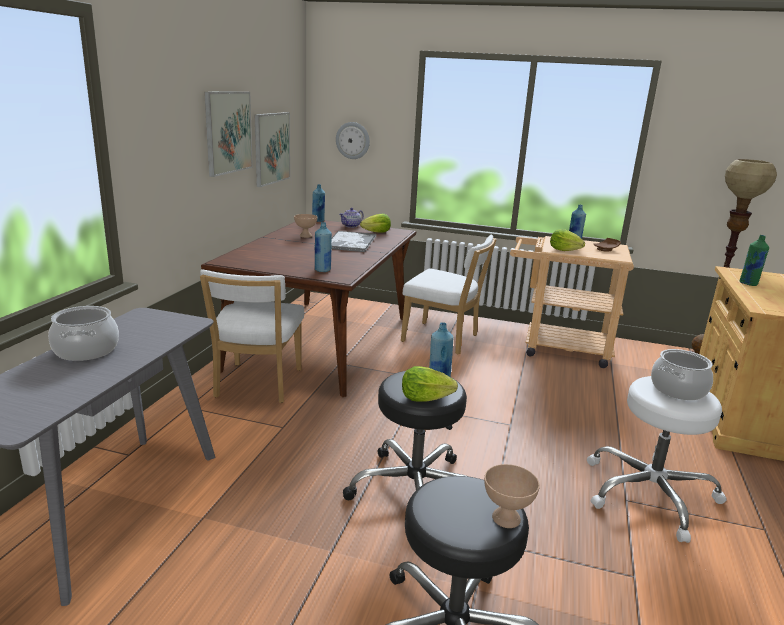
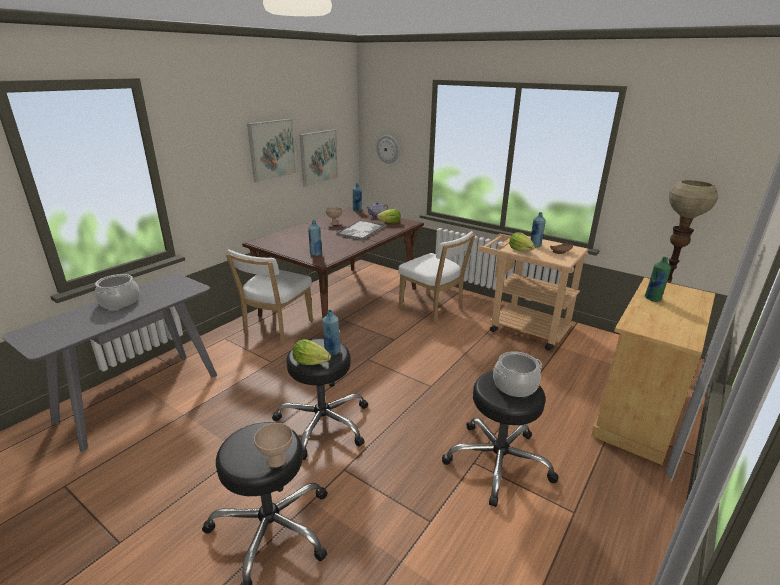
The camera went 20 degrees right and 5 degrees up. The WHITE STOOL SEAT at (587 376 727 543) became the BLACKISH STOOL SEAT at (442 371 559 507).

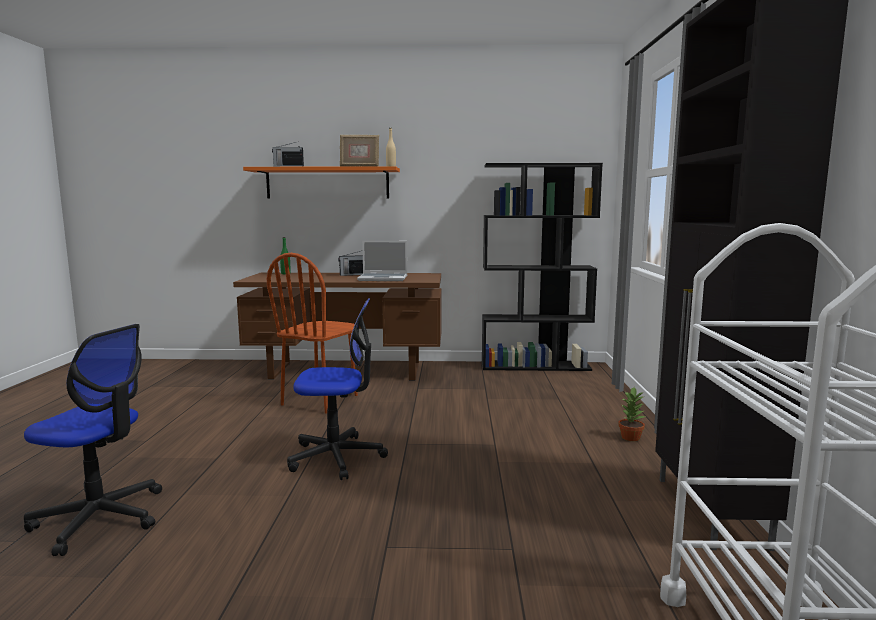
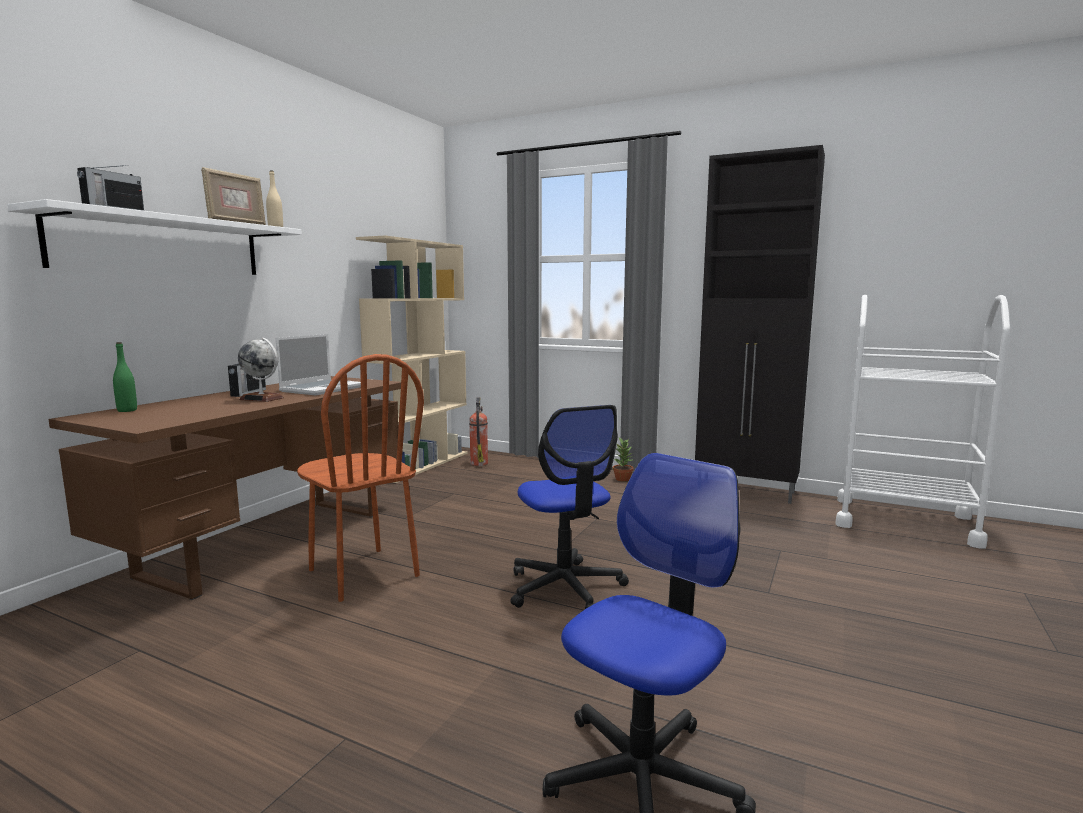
The camera went 65 degrees left and 0 degrees up. The ORANGE WALL SHELF at (243 166 400 199) became the WHITE WALL SHELF at (7 199 302 275). The OFFICE CHAIR at (287 298 388 480) turned 135 degrees clockwise. The BLACKISH BOOKSHELF at (482 163 603 371) became the SAND-COLOURED BOOKSHELF at (356 236 468 483). The WORLD GLOBE at (238 338 284 402) appeared. The EXTINGUISHER at (469 397 488 466) appeared.

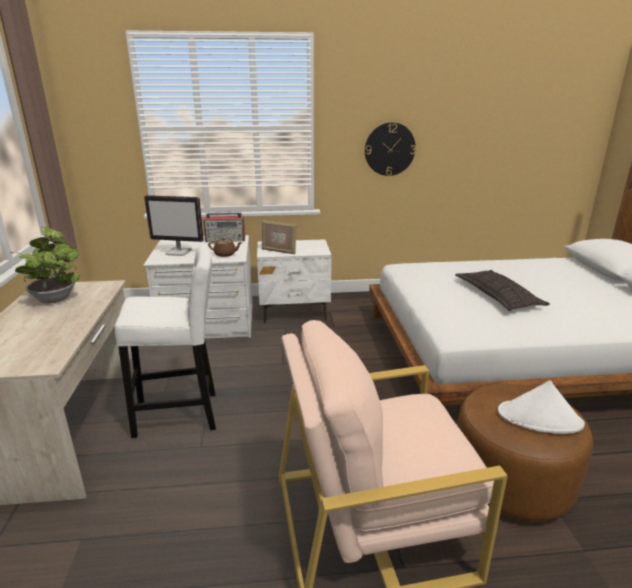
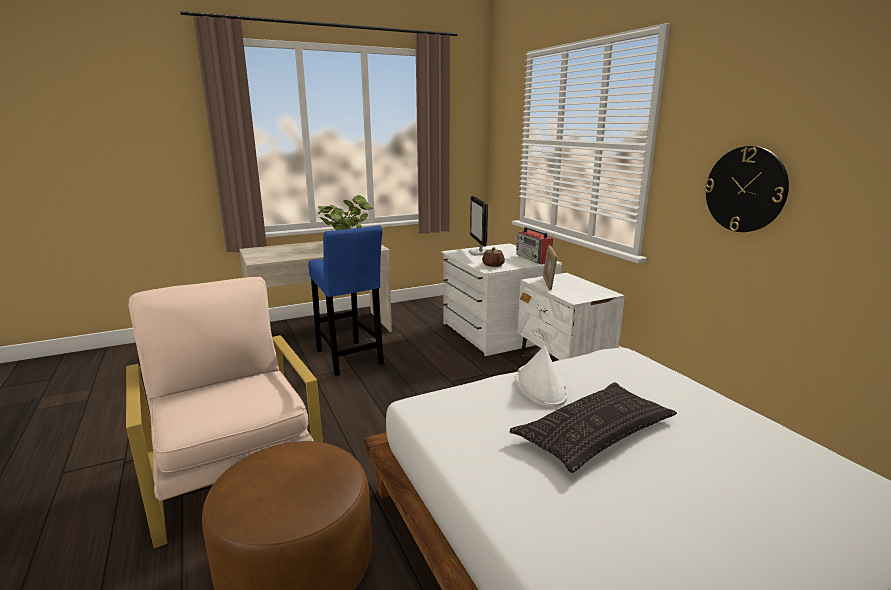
The camera went 70 degrees right and 5 degrees down. The WHITE STOOL SEAT at (115 243 216 438) became the BLUE STOOL SEAT at (308 226 384 376). The WHITE WEARABLE HAT moved from (498 380 585 434) to (516 346 567 407).

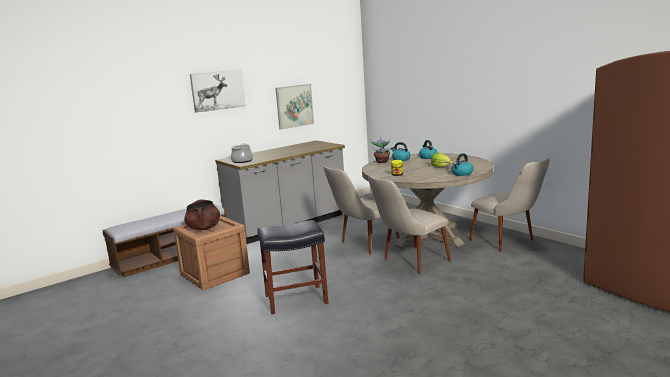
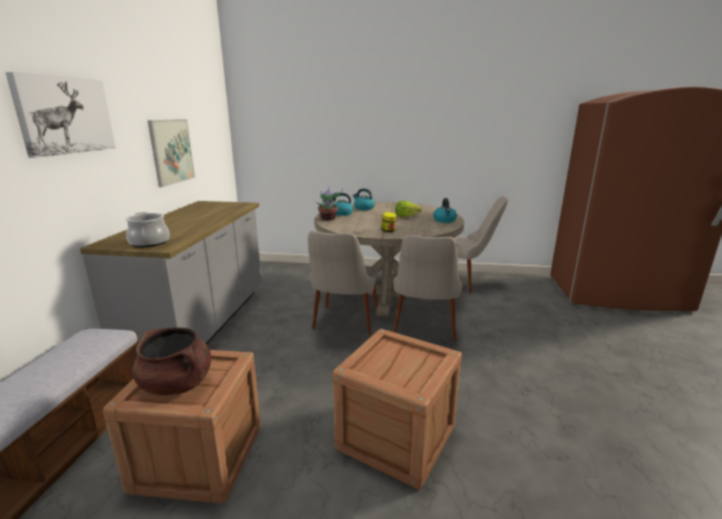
The camera went 45 degrees left and 5 degrees up. The BLACKISH STOOL SEAT at (257 220 328 314) was replaced by the SHIPPING CRATE at (333 329 462 490).

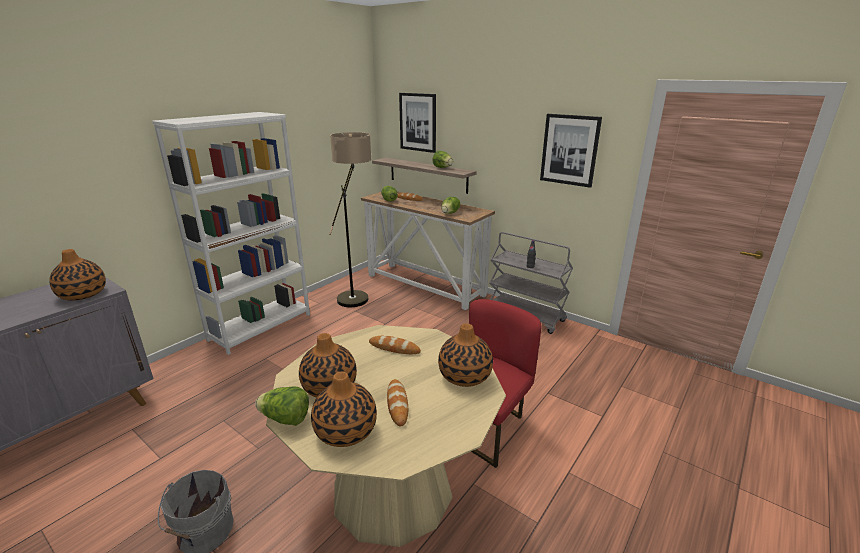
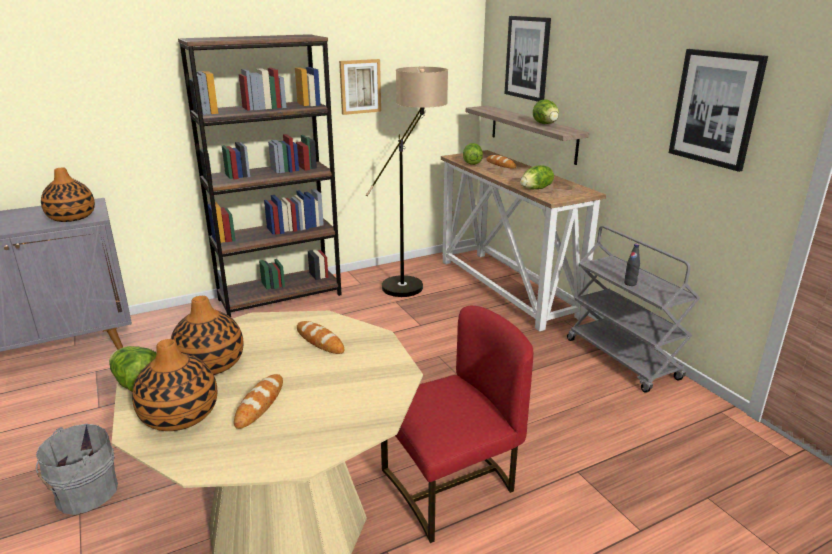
The camera went 25 degrees right and 0 degrees up. The WHITE BOOKSHELF at (152 112 310 355) became the BROWNISH BOOKSHELF at (178 34 342 317). The DECORATIVE VASE at (438 323 493 387) disappeared. The WALL PICTURE at (339 59 381 115) appeared.

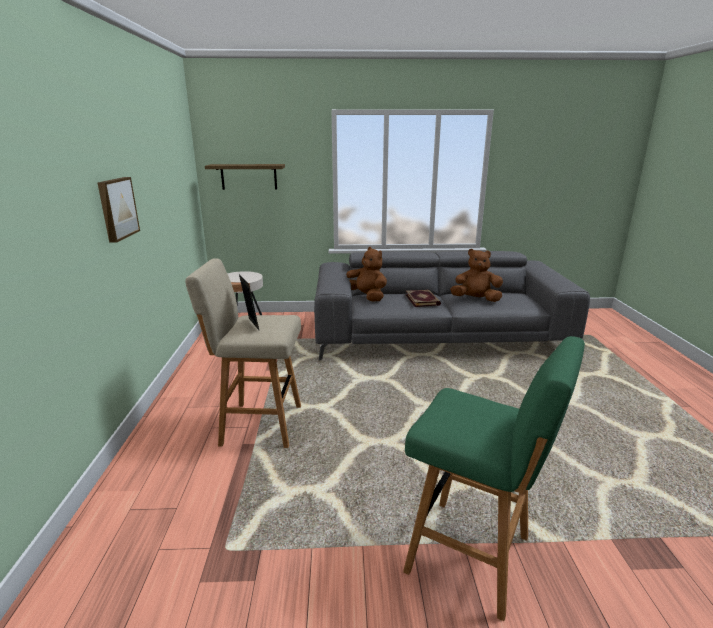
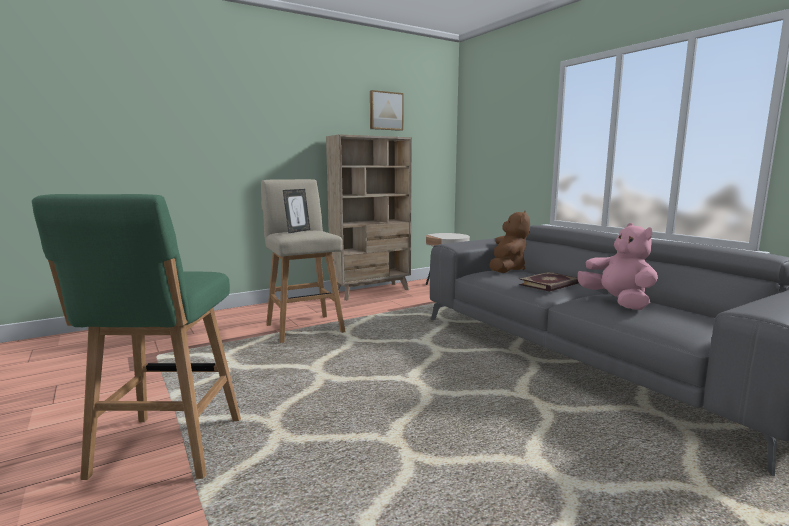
The camera went 60 degrees right and 10 degrees down. The WALL PICTURE moved from (98 177 140 243) to (370 90 403 131). The WALL SHELF at (205 164 285 190) disappeared. The BROWNISH PLUSH TOY at (450 249 503 302) became the PINKISH PLUSH TOY at (578 223 658 310). The SAND-COLOURED BOOKSHELF at (326 134 412 300) appeared.

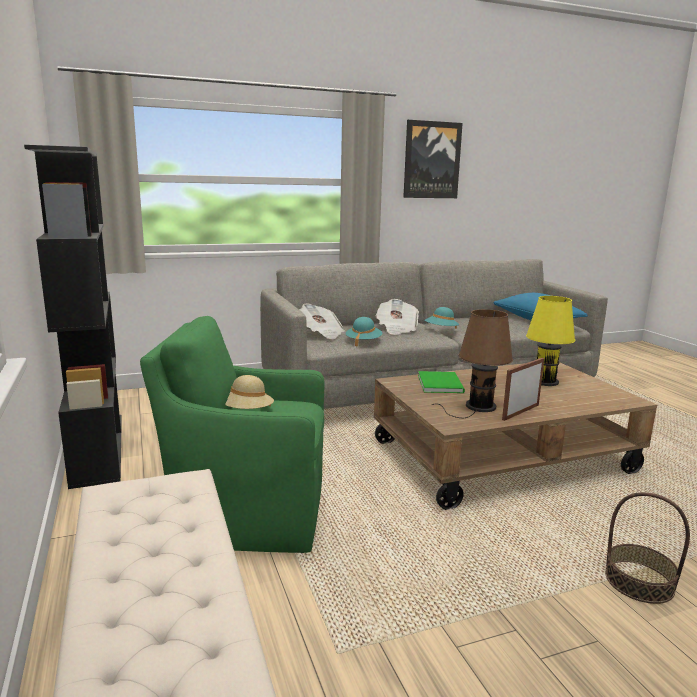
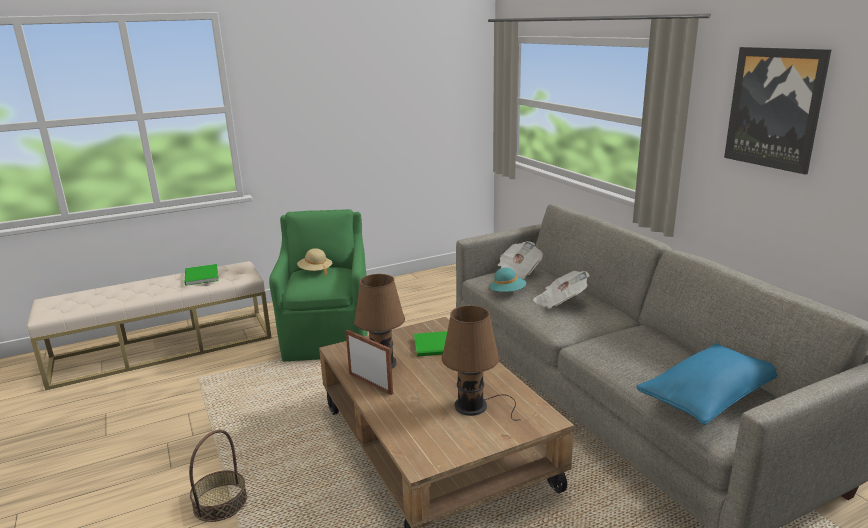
The camera went 85 degrees right and 5 degrees up. The BLACKISH BOOKSHELF at (24 145 122 489) disappeared. The TURQUOISE WEARABLE HAT at (425 307 459 329) disappeared. The YELLOW TABLETOP LAMP at (526 296 575 386) became the BROWNISH TABLETOP LAMP at (441 305 520 421). The GREENISH BOOK at (184 264 219 286) appeared.

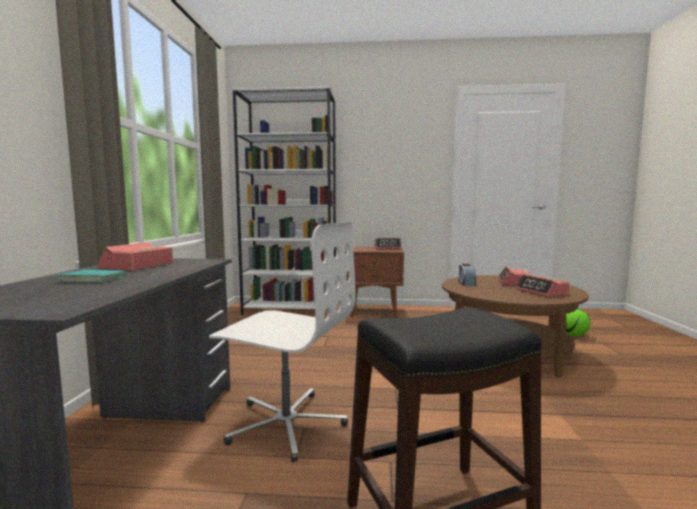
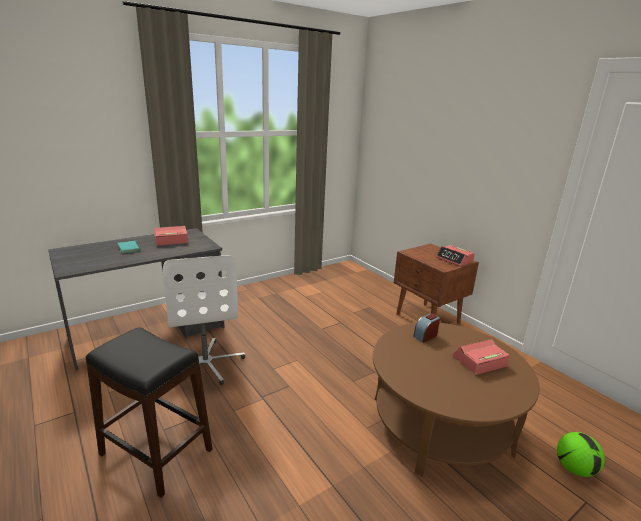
The camera went 50 degrees right and 15 degrees up. The WHITE BOOKSHELF at (233 86 336 315) disappeared. The TABLE CLOCK at (516 275 570 297) disappeared.

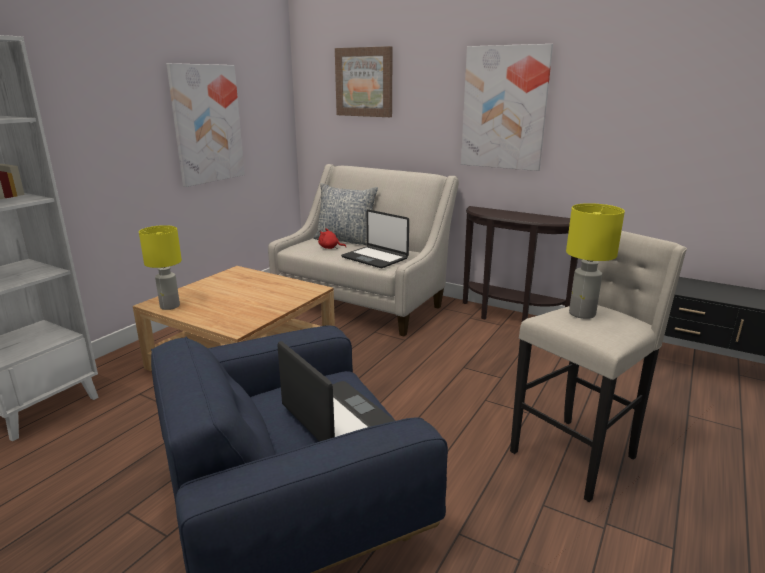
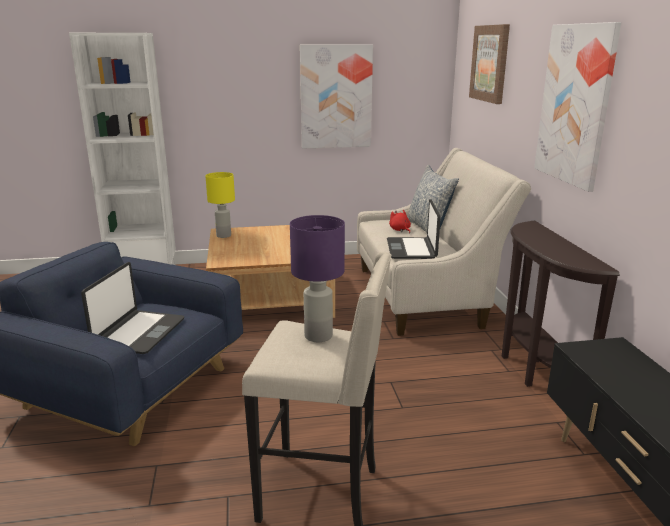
The camera went 50 degrees right and 0 degrees up. The YELLOW TABLETOP LAMP at (566 203 625 319) became the PURPLE TABLETOP LAMP at (290 215 345 342).

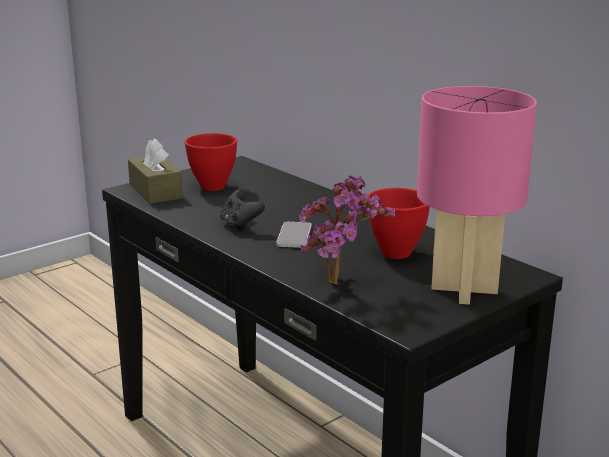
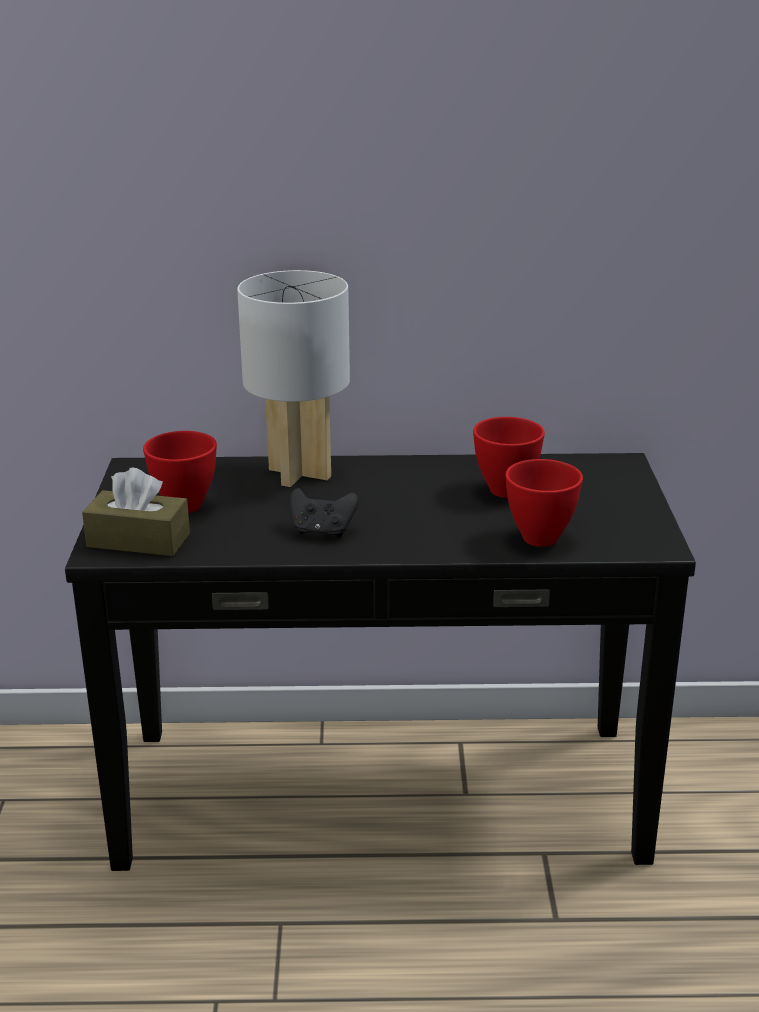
The camera went 50 degrees left and 5 degrees up. The HANDSET at (276 222 311 248) disappeared. The HOUSEPLANT at (299 176 395 284) was replaced by the REDDISH SERVING BOWL at (505 459 583 547). The PINKISH TABLETOP LAMP at (417 86 537 305) disappeared. The WHITE TABLETOP LAMP at (237 270 350 487) appeared.

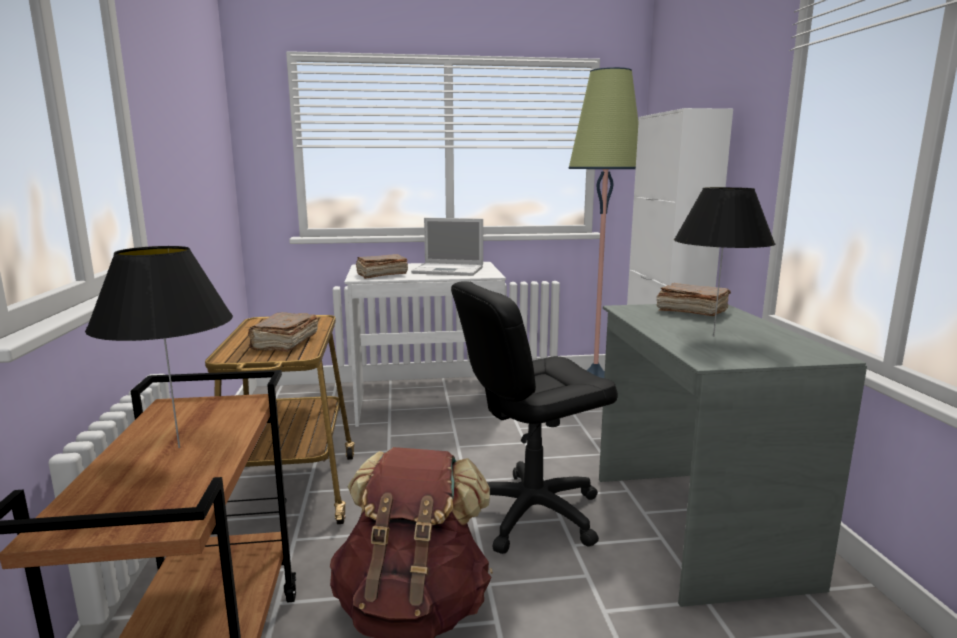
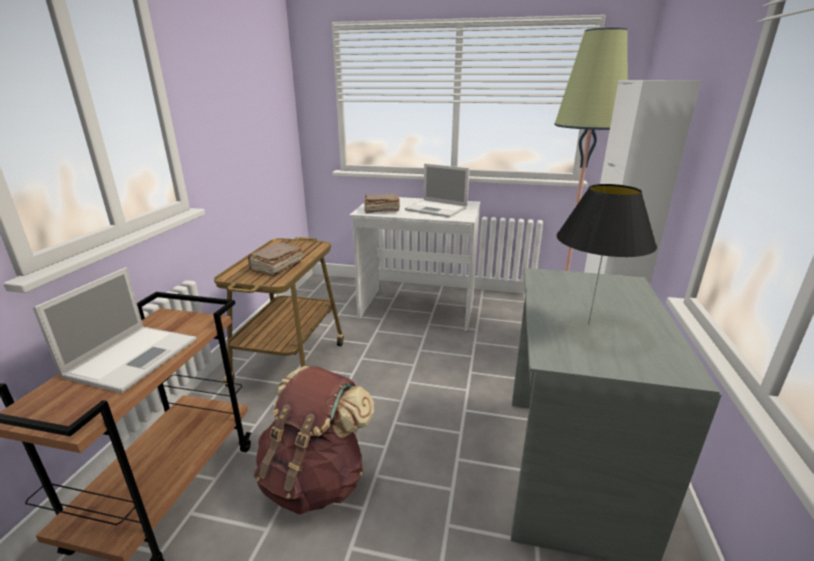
The camera went 20 degrees right and 10 degrees up. The BLACKISH TABLETOP LAMP at (85 246 233 448) was replaced by the PORTABLE COMPUTER at (33 268 196 393). The BLACKISH OFFICE CHAIR at (451 281 618 554) disappeared. The BROWNISH BOOK at (657 283 731 316) disappeared.

